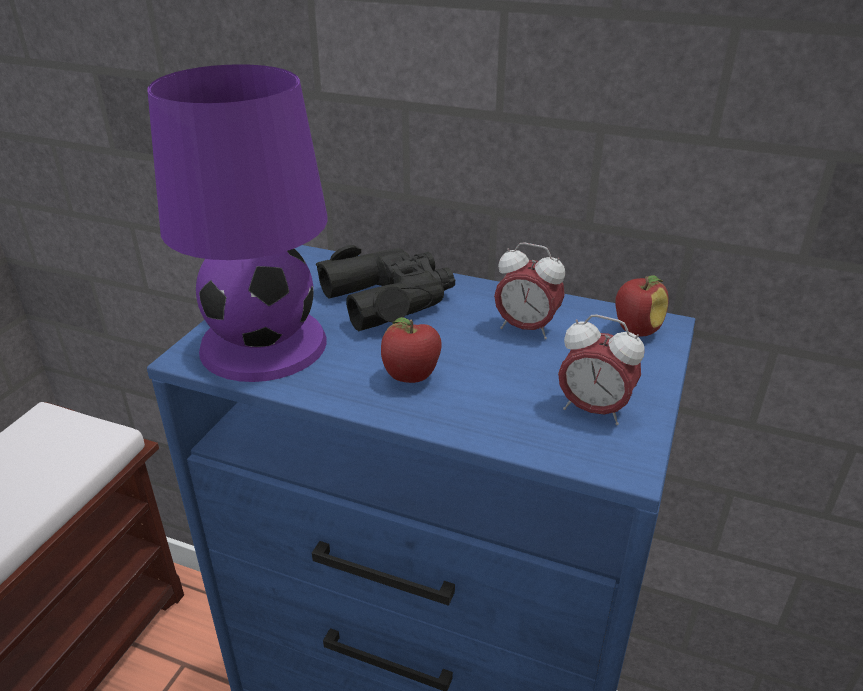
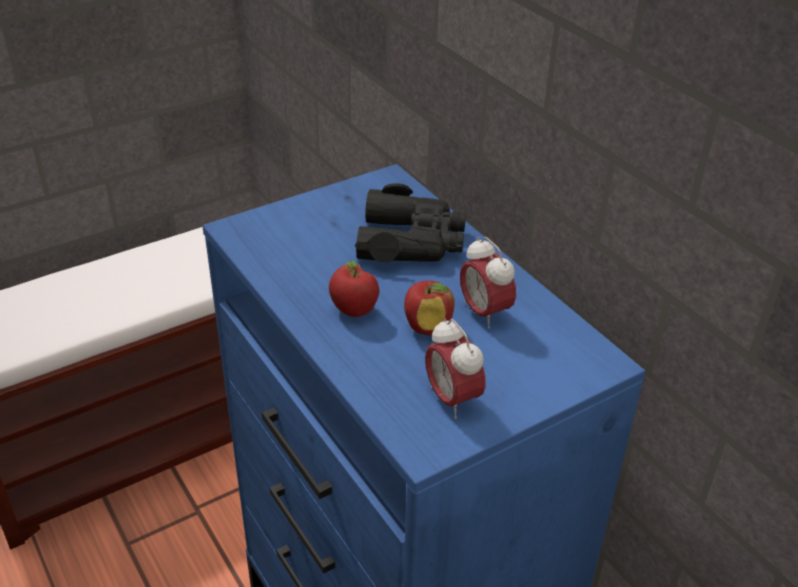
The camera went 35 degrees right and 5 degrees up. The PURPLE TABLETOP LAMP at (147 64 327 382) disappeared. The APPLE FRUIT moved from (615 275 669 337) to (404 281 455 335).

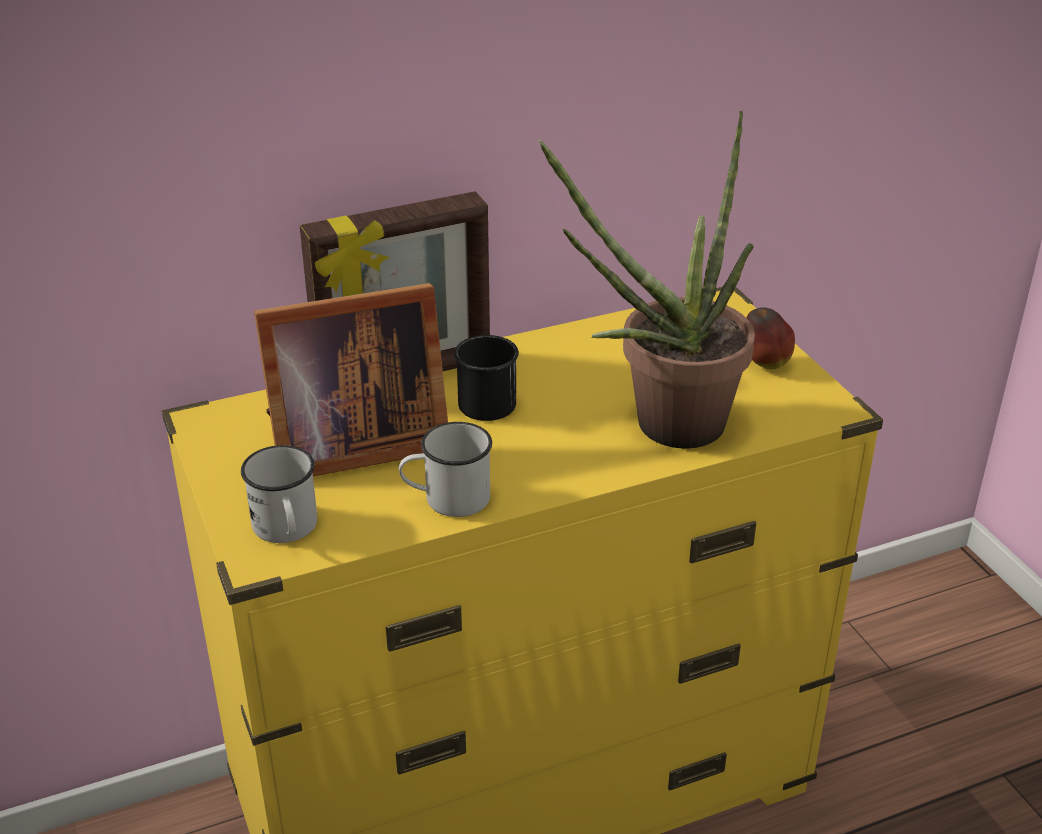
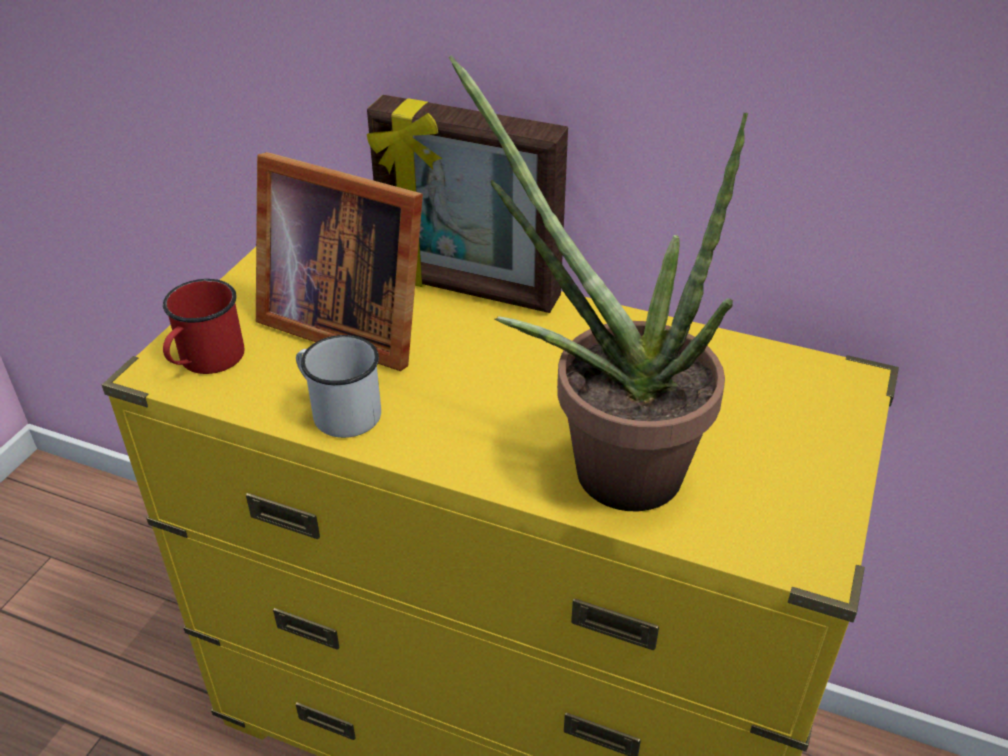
The camera went 45 degrees right and 5 degrees up. The WHITE MUG at (241 445 317 543) became the REDDISH MUG at (163 279 245 374). The BLACKISH MUG at (454 335 519 421) disappeared. The APPLE FRUIT at (746 307 795 369) disappeared.

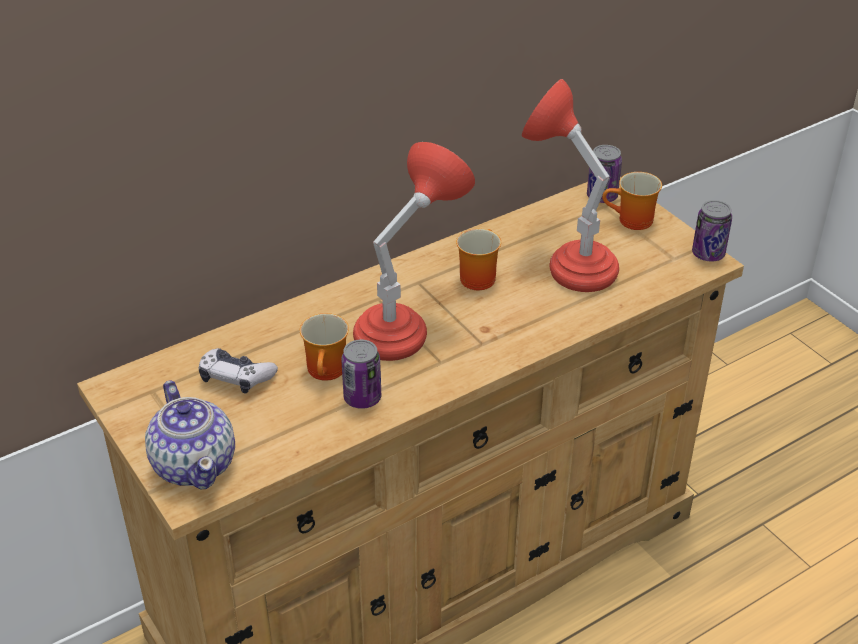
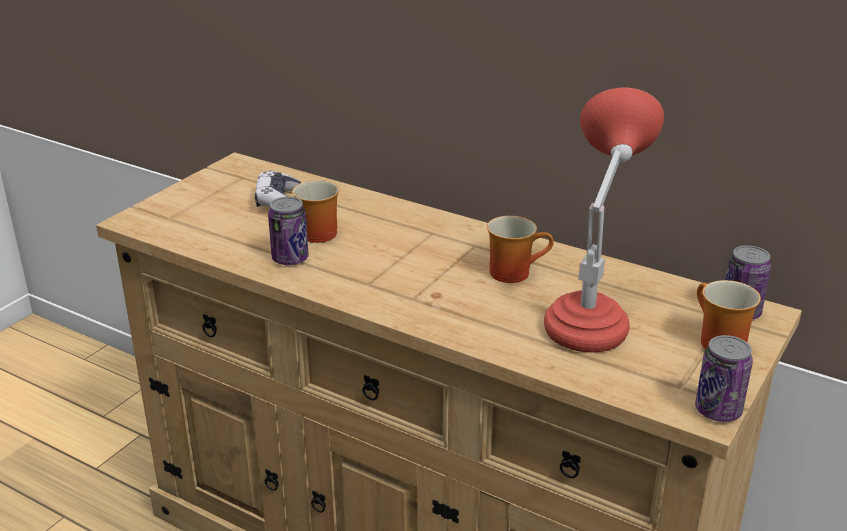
The camera went 65 degrees right and 10 degrees down. The TEAPOT at (145 380 235 489) disappeared. The REDDISH TABLETOP LAMP at (353 142 475 361) disappeared.

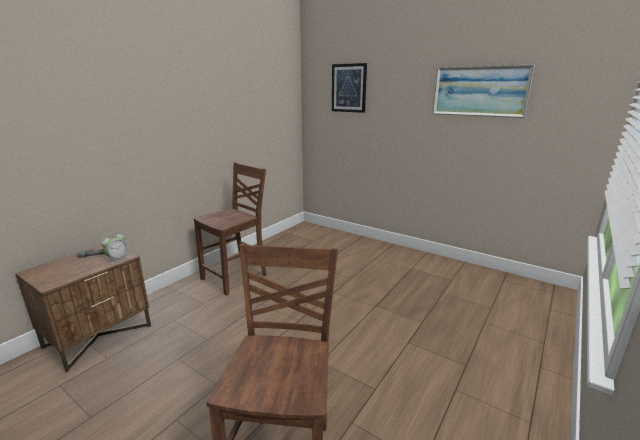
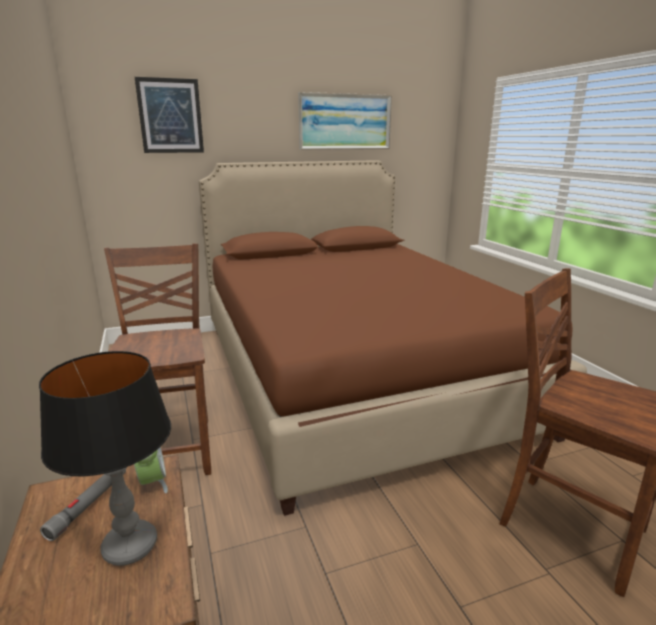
The camera went 55 degrees left and 0 degrees up. The TABLETOP LAMP at (39 351 171 566) appeared. The BROWNISH SLEEPING BED at (199 160 587 516) appeared.

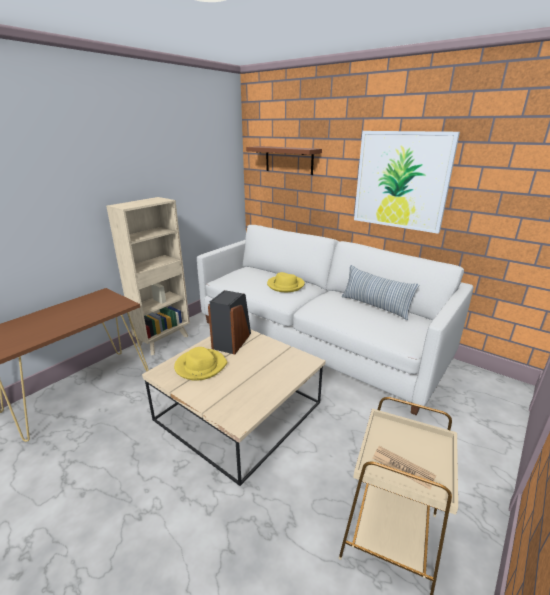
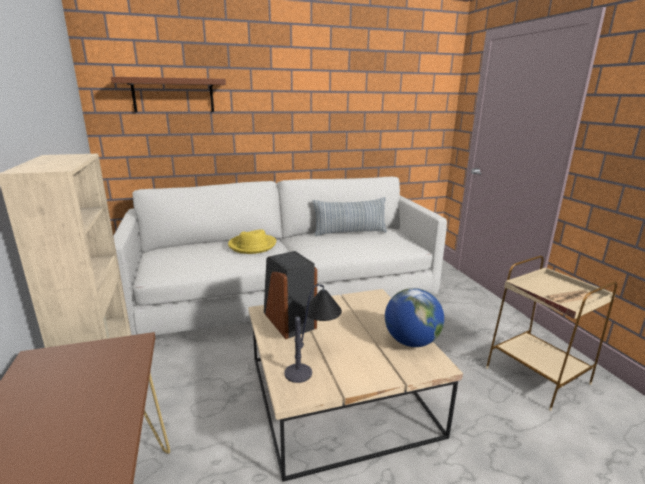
The camera went 55 degrees left and 5 degrees down. The YELLOW WEARABLE HAT at (174 347 227 381) was replaced by the TABLETOP LAMP at (284 284 342 383). The WALL PICTURE at (354 131 460 234) disappeared. The WORLD GLOBE at (385 288 444 347) appeared.

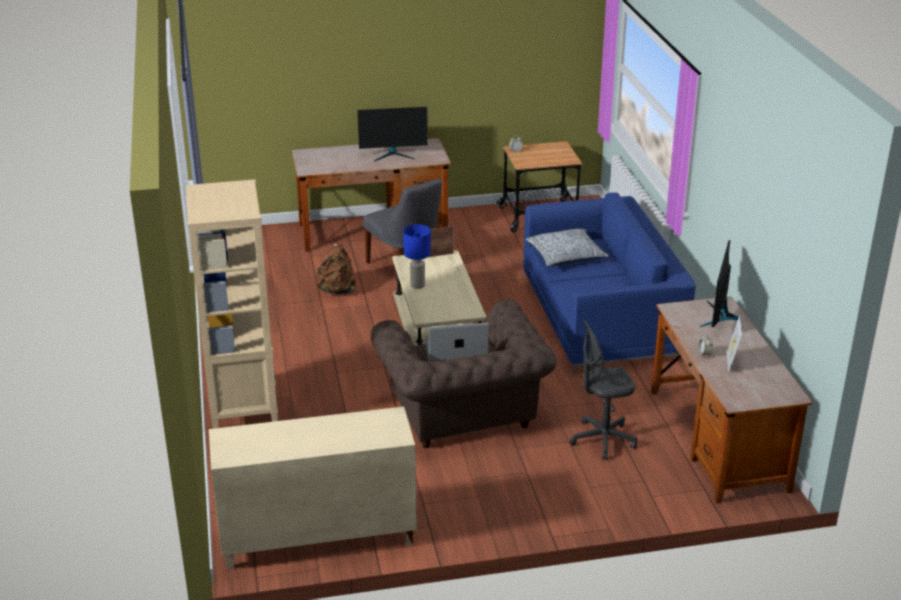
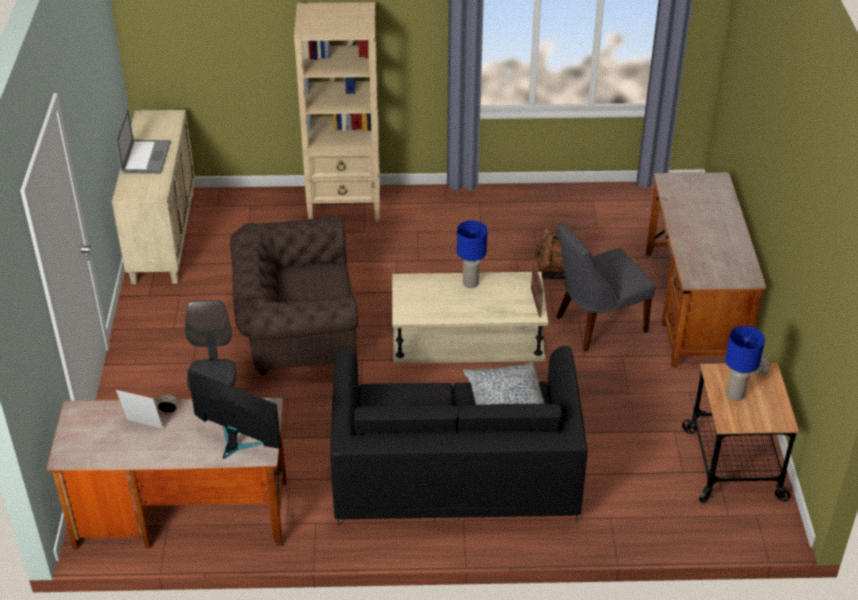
The camera went 100 degrees right and 10 degrees up. The MONITOR at (358 107 428 162) disappeared. The PORTABLE COMPUTER moved from (424 323 489 362) to (116 108 171 174). The BLUE COUCH at (523 192 696 374) became the BLACKISH COUCH at (330 346 588 526). The BLUE TABLETOP LAMP at (725 326 765 401) appeared.

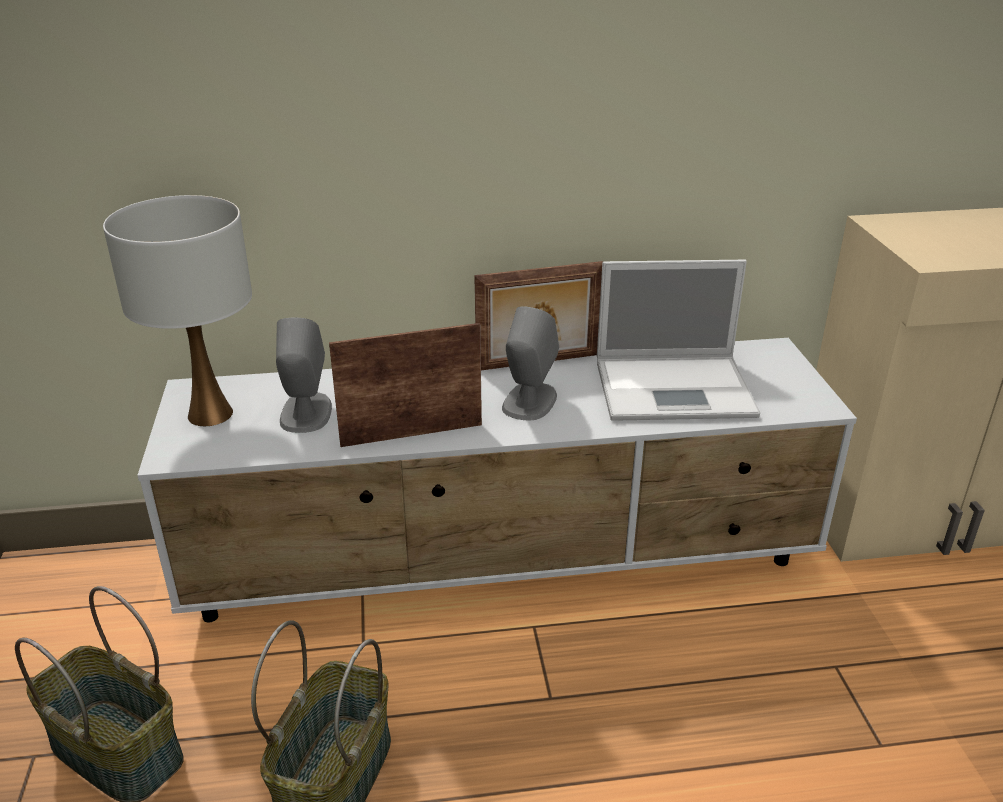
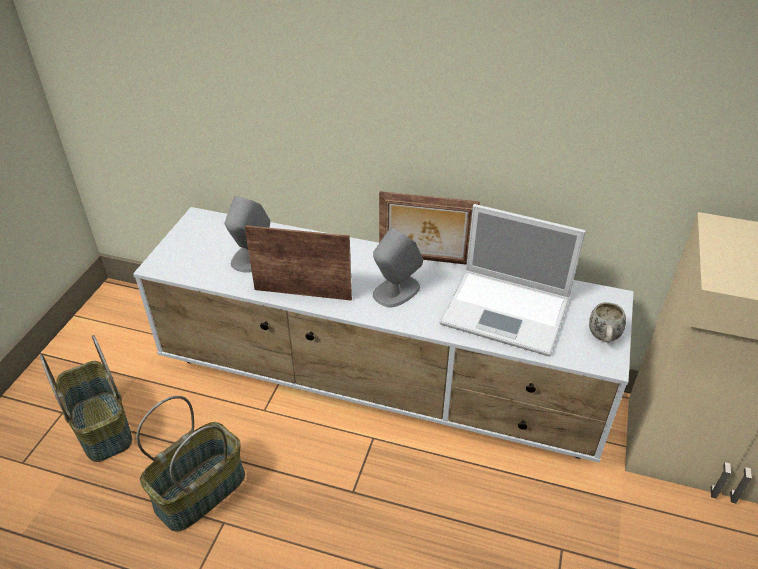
The camera went 25 degrees right and 10 degrees up. The WHITE TABLETOP LAMP at (103 195 252 426) disappeared. The WHITE MUG at (589 302 626 342) appeared.

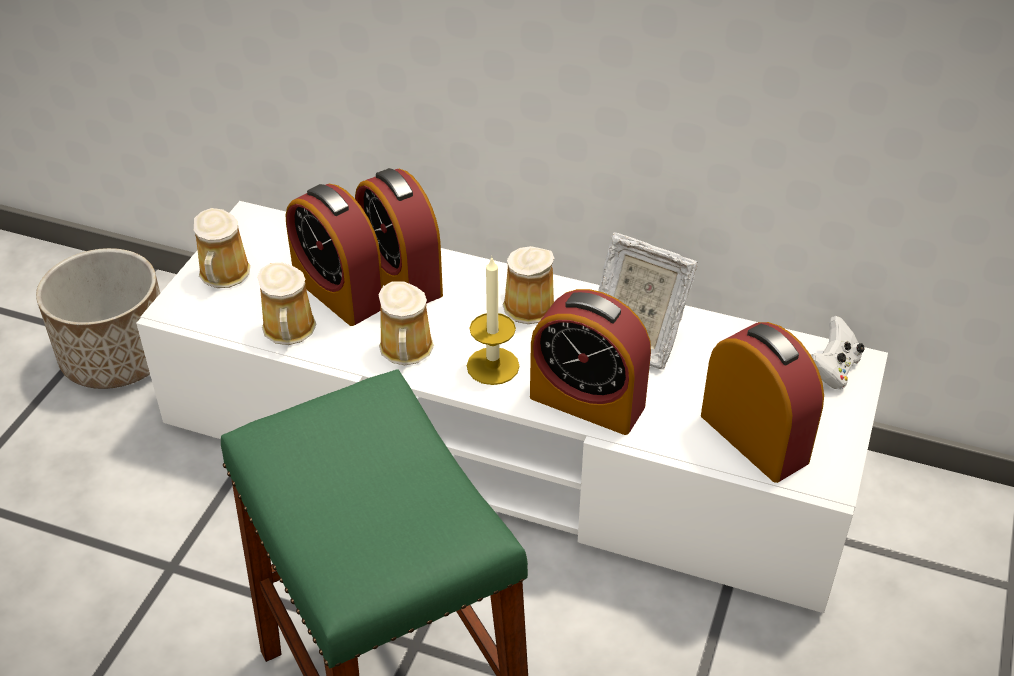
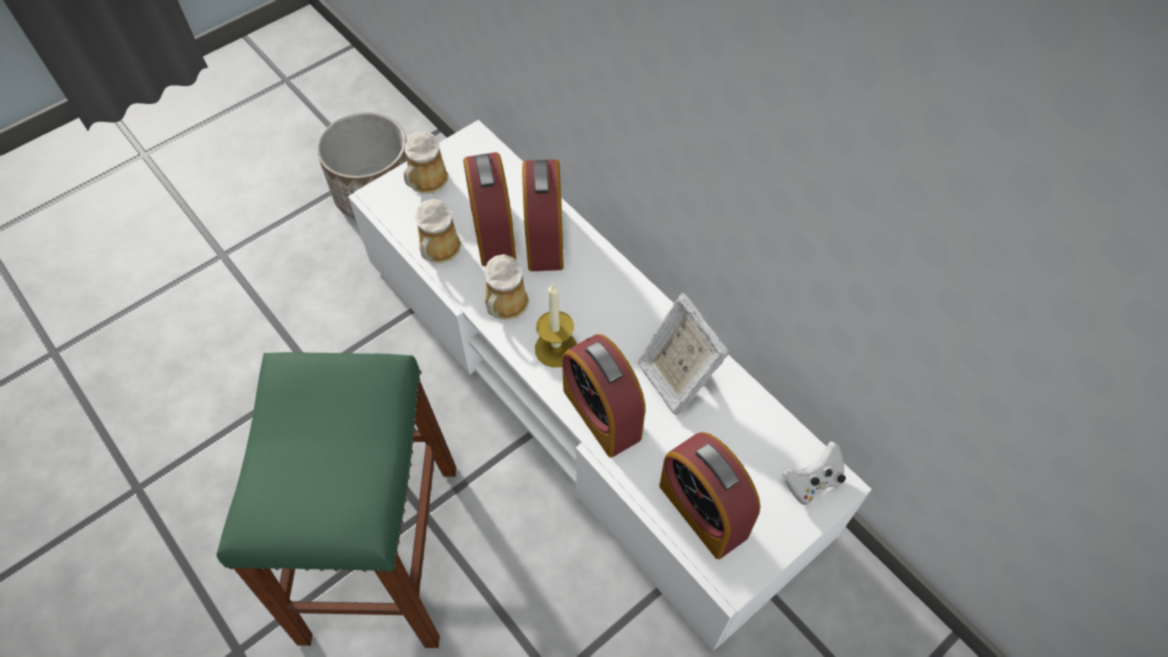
The camera went 30 degrees right and 15 degrees up. The MUG at (502 246 554 324) disappeared. The TABLE CLOCK at (701 322 824 483) turned 150 degrees clockwise.

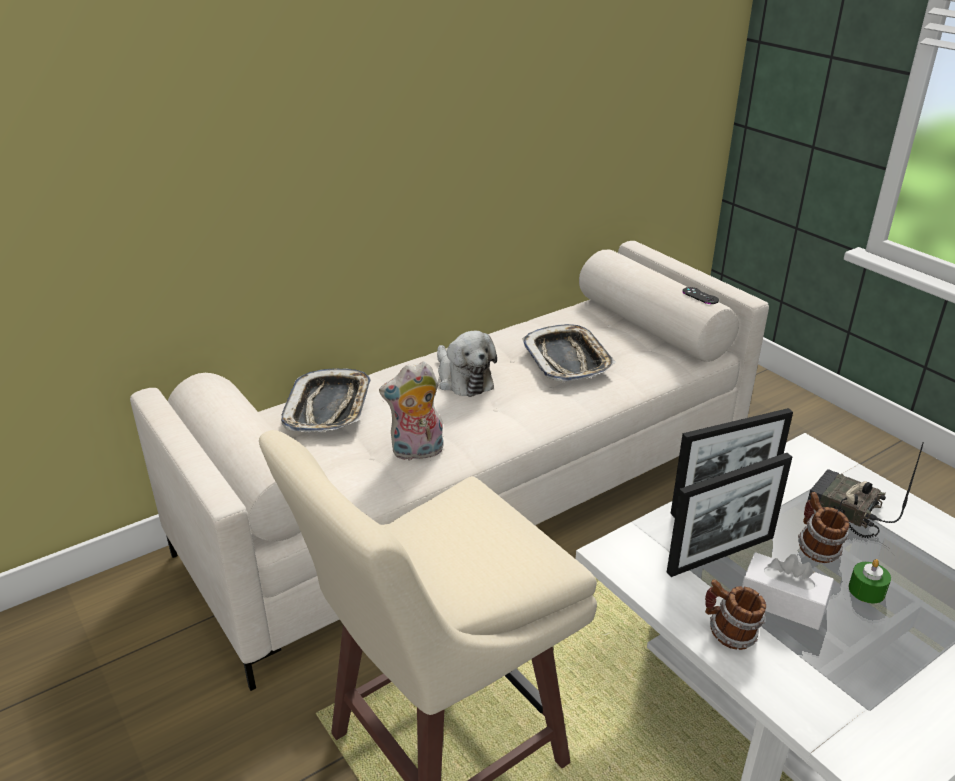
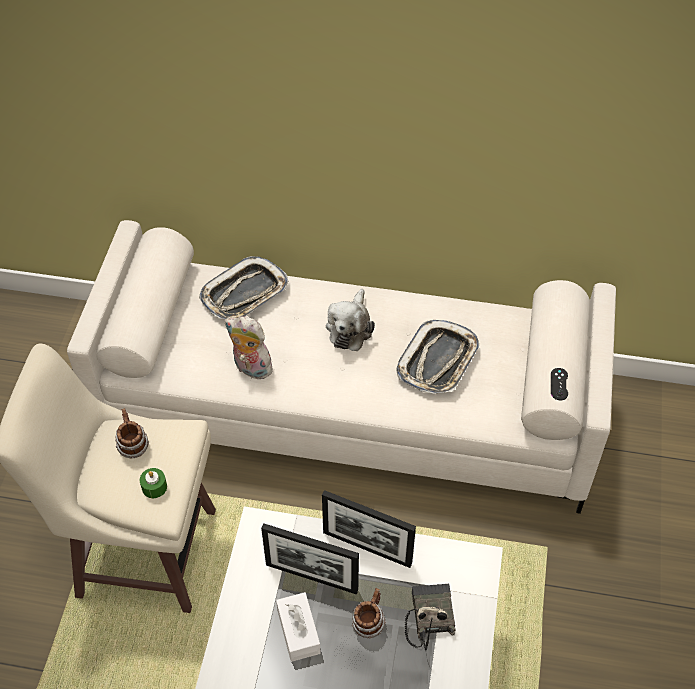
The camera went 45 degrees right and 20 degrees up. The MUG moved from (705 579 766 650) to (115 408 149 458). The GREENISH WAX CANDLE moved from (848 559 891 603) to (140 468 167 498).

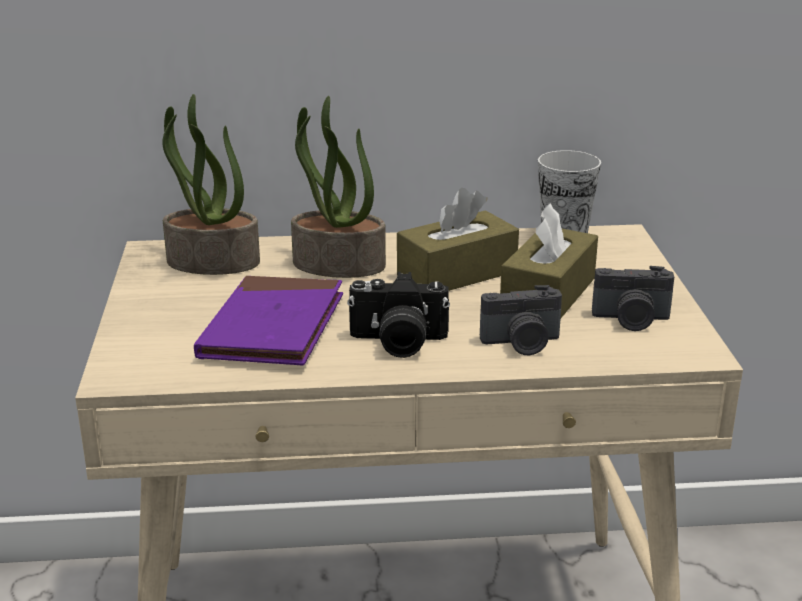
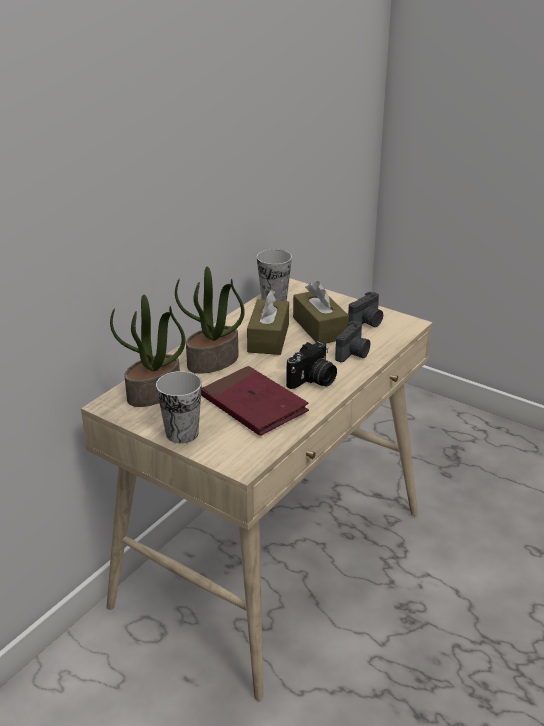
The camera went 50 degrees left and 5 degrees up. The PURPLE BOOK at (194 276 343 365) became the REDDISH BOOK at (201 366 309 436). The SMALL CUP at (156 371 202 443) appeared.

